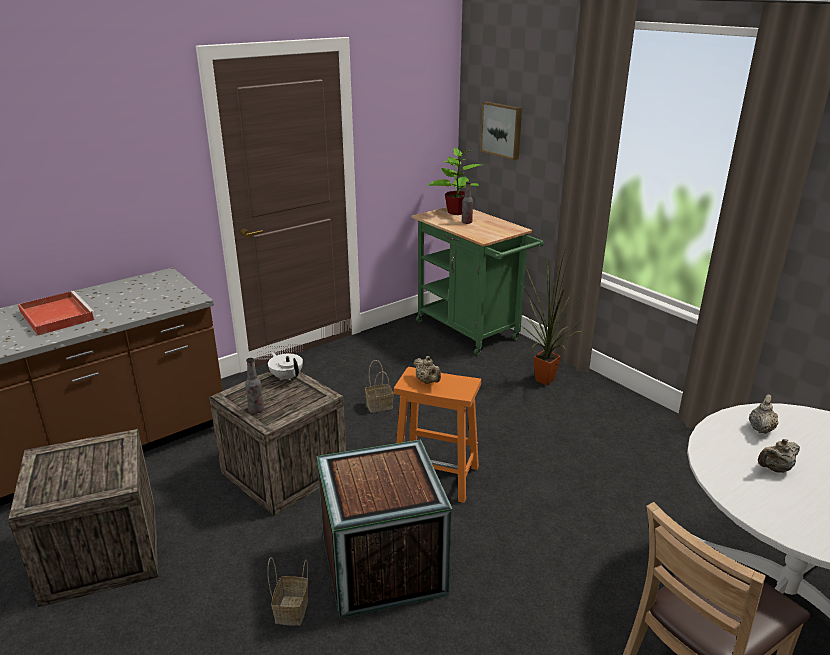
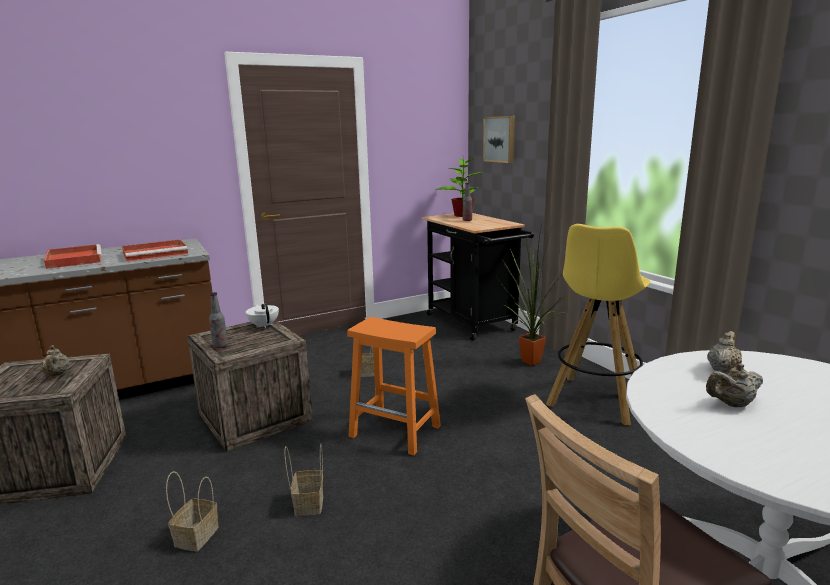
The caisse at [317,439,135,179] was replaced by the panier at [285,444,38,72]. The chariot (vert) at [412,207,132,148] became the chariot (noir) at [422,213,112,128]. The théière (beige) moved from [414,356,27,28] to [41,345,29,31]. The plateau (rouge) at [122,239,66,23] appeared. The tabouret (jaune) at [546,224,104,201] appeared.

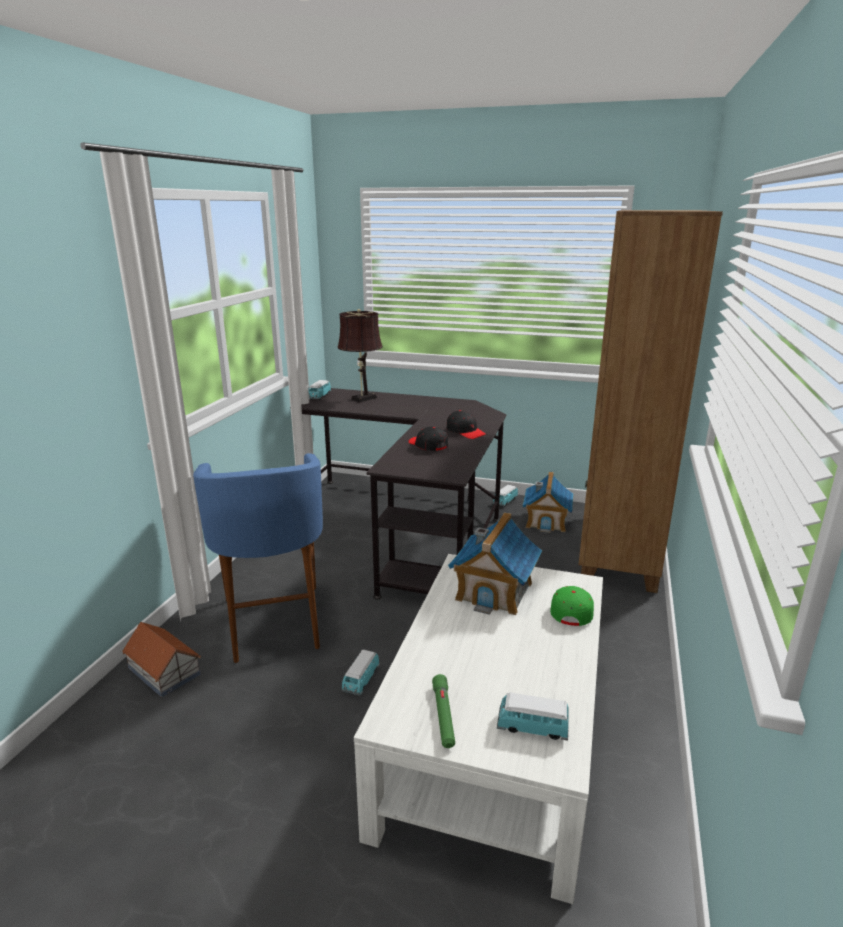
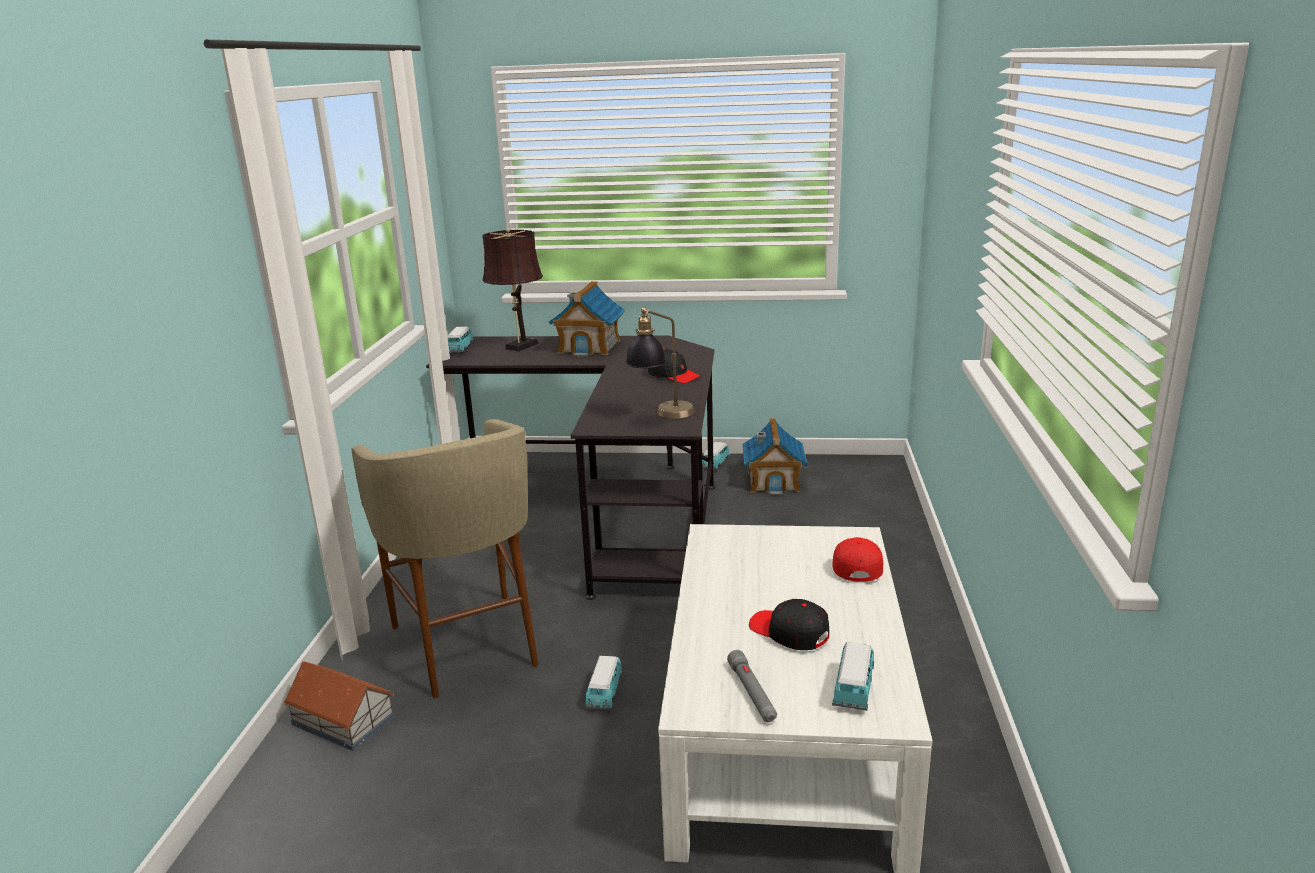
The tabouret (bleu) at [193,453,130,210] became the tabouret (beige) at [352,419,187,279]. The casquette (noir) moved from [408,426,40,25] to [749,599,80,51]. The lampe de poche (vert) at [432,674,23,74] became the lampe de poche (gris) at [727,650,50,72]. The maison miniature moved from [448,512,94,103] to [549,281,76,76]. The petite voiture at [497,692,72,49] turned 105 degrees clockwise. The casquette (vert) at [550,586,44,40] became the casquette (rouge) at [832,537,51,45]. The bibliothèque (marron) at [578,210,145,383] disappeared. The lampe de table at [626,307,69,111] appeared.

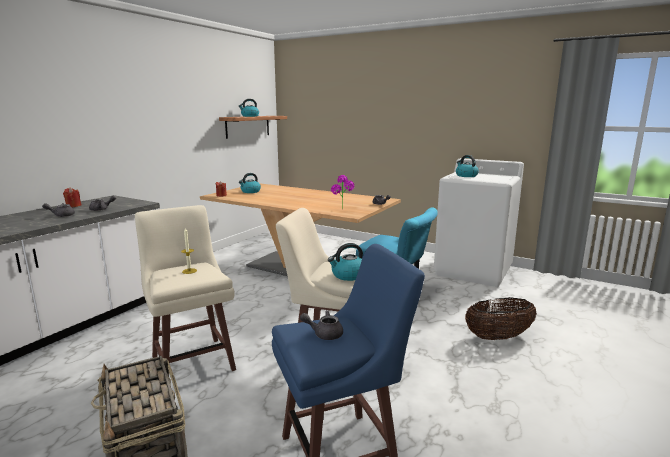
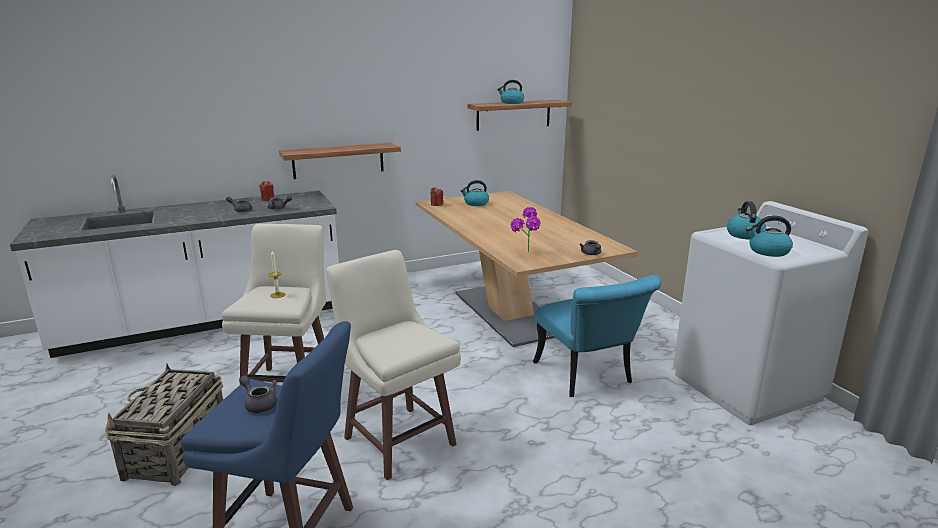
The bouilloire moved from [328,243,35,38] to [746,215,47,42]. The panier at [465,297,72,43] disappeared. The étagère at [279,143,122,36] appeared.

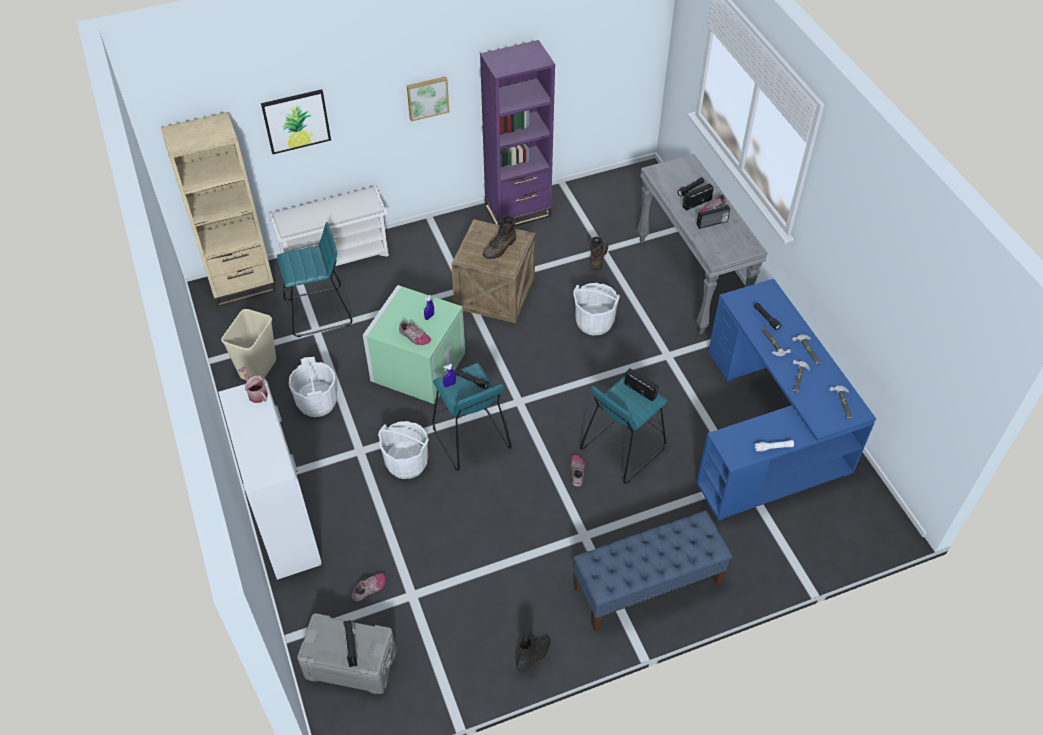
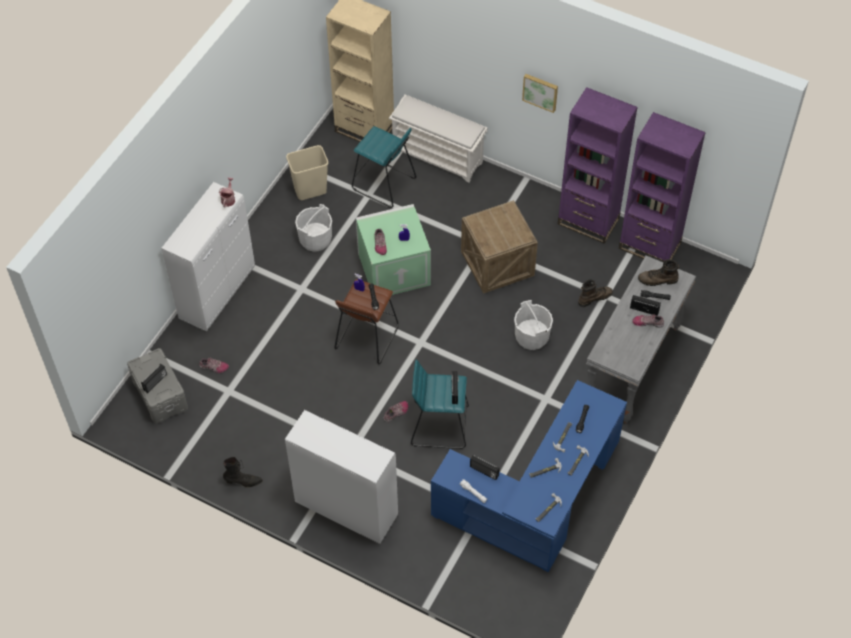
The tableau at [261,89,70,65] disappeared. The seau (blanc) at [378,421,51,58] disappeared. The tabouret (turquoise) at [432,363,80,108] became the tabouret (marron) at [334,279,64,85]. The botte (marron) moved from [483,215,33,44] to [638,259,41,27]. The banc (bleu) at [573,510,160,122] was replaced by the meuble de rangement (blanc) at [285,410,113,134]. The radio moved from [697,205,33,24] to [470,455,30,25]. The bibliothèque (violet) at [619,112,87,149] appeared.

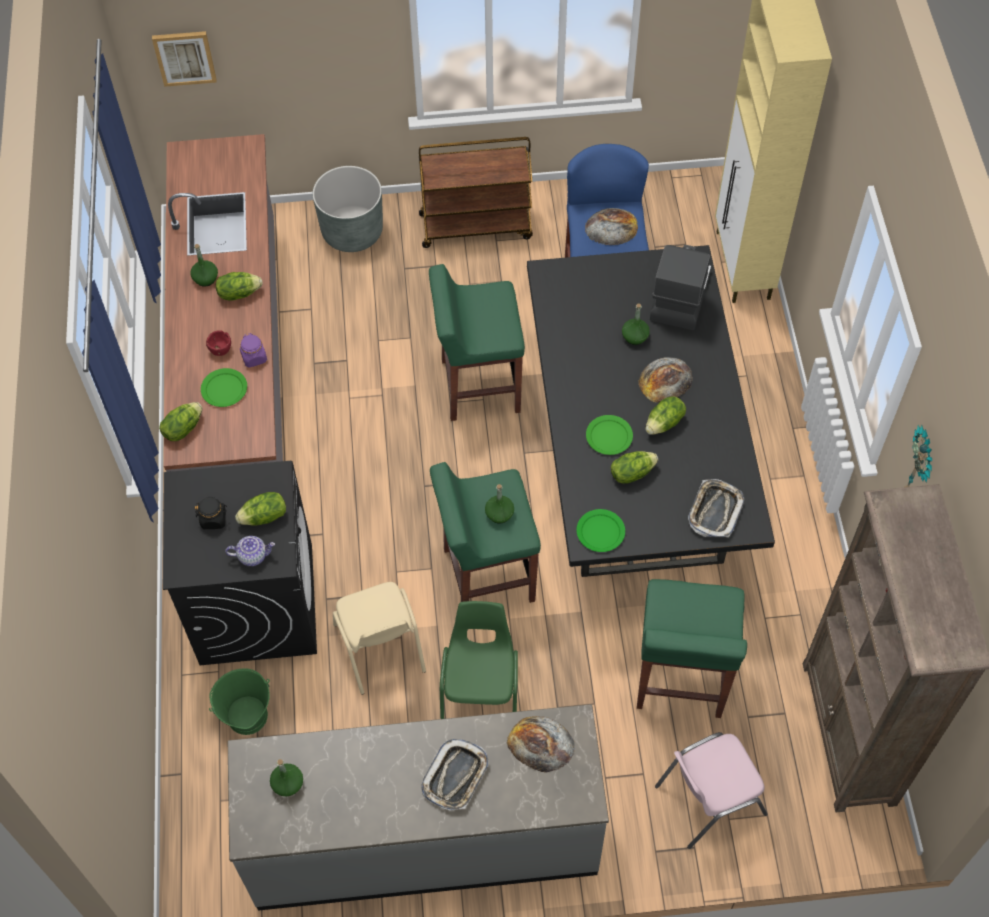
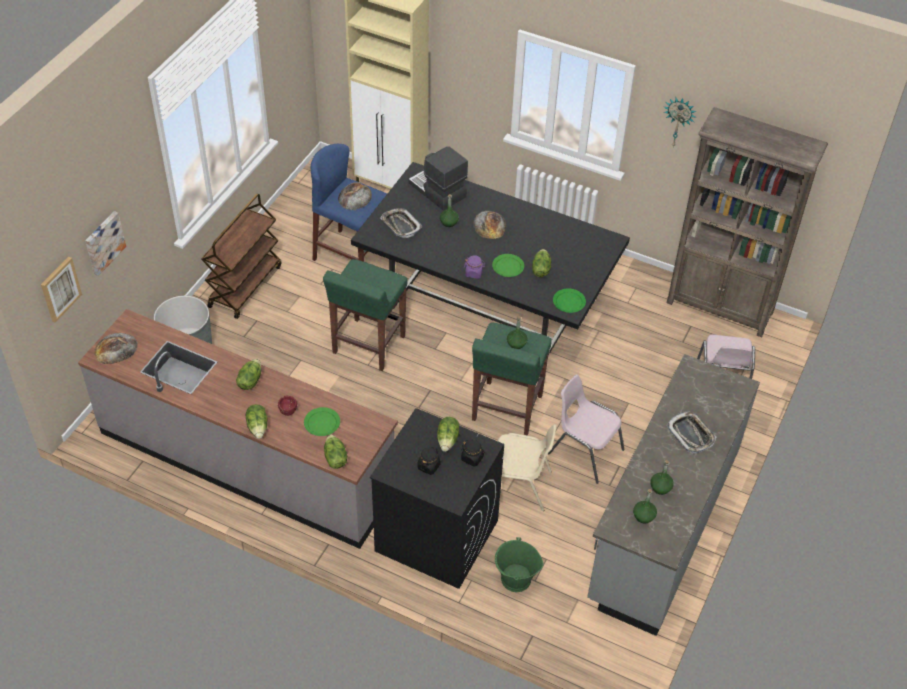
The bouteille (vert) moved from [190,244,28,42] to [650,460,24,35]. The théière at [225,536,50,30] was replaced by the bocal (noir) at [461,439,24,28]. The bocal (violet) moved from [240,333,27,35] to [464,255,21,24]. The chaise (vert) at [440,601,78,118] became the chaise (rose) at [548,374,77,110]. The pain moved from [507,716,68,57] to [95,333,43,31]. The tabouret (vert) at [637,579,110,139] disappeared. The laitue moved from [645,397,41,38] to [246,404,21,35]. The plateau moved from [688,479,56,58] to [380,208,42,30]. The tableau at [85,211,41,65] appeared.

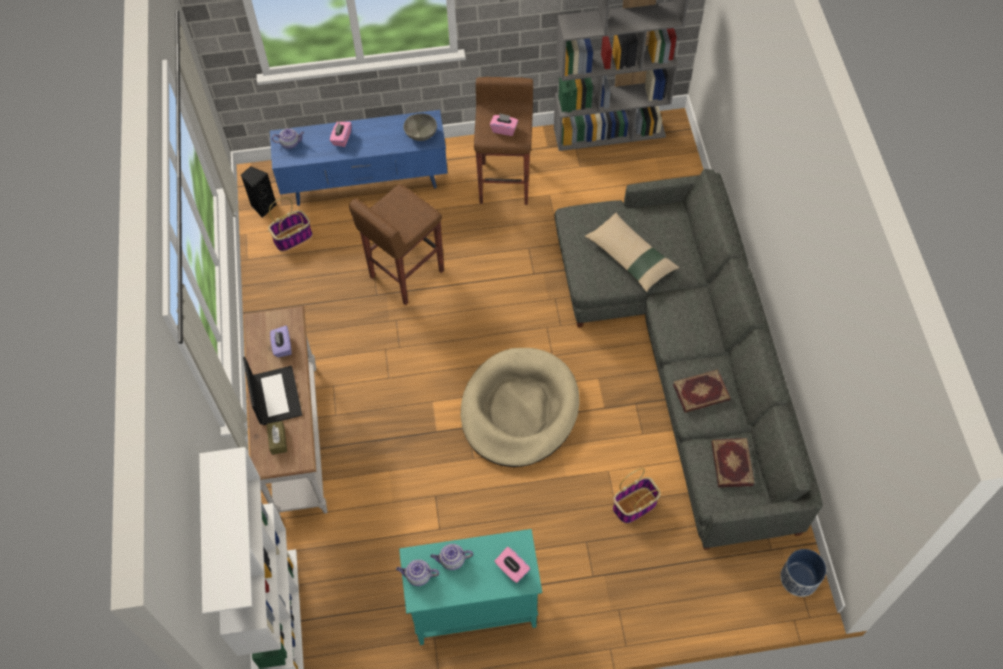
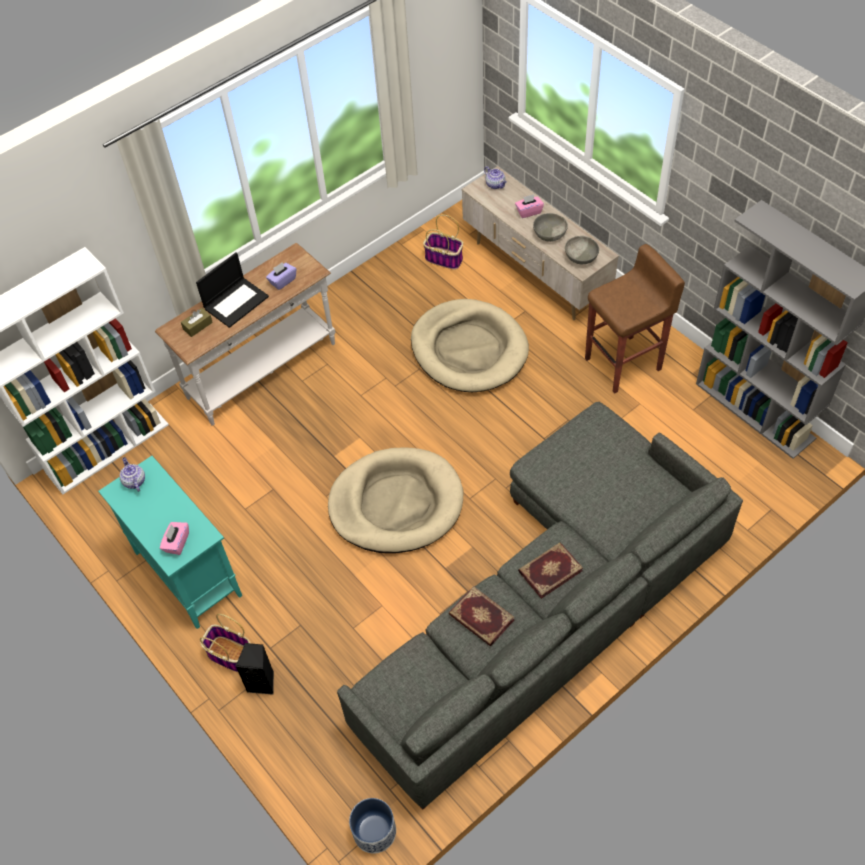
The enceinte (noir) moved from [241,166,36,52] to [235,643,39,52]. The meuble télé (bleu) at [270,110,178,96] became the meuble télé (beige) at [462,166,157,154]. The tabouret (marron) at [349,184,95,121] was replaced by the panier pour chien (beige) at [411,299,118,93]. The théière at [430,544,43,26] disappeared. The boîte à mouchoirs (rose) at [490,113,28,23] disappeared. The coussin (beige) at [585,213,95,79] disappeared. The panier moved from [613,468,48,55] to [200,614,50,58]. The livre moved from [711,438,44,50] to [518,542,65,57]. The bol (gris) at [533,213,35,29] appeared.

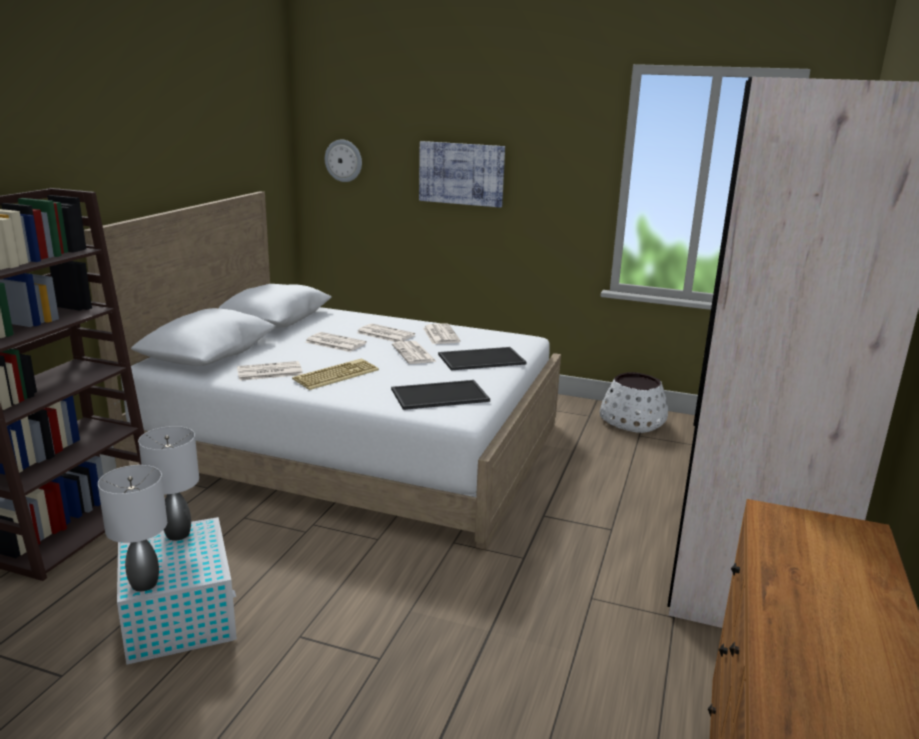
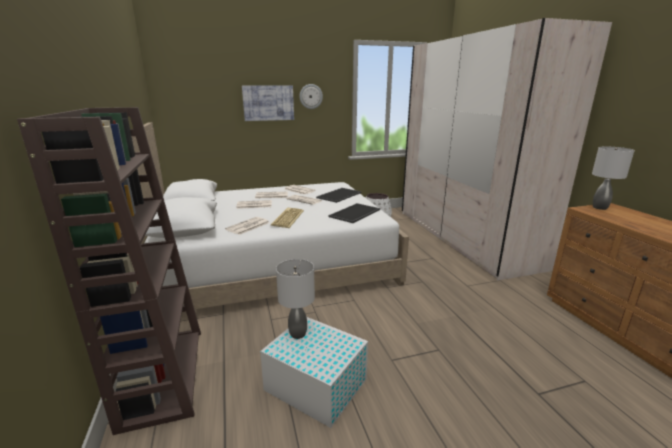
The lampe de table (gris) moved from [98,465,69,126] to [592,147,43,63]. The horloge murale moved from [325,140,37,42] to [300,84,23,25].

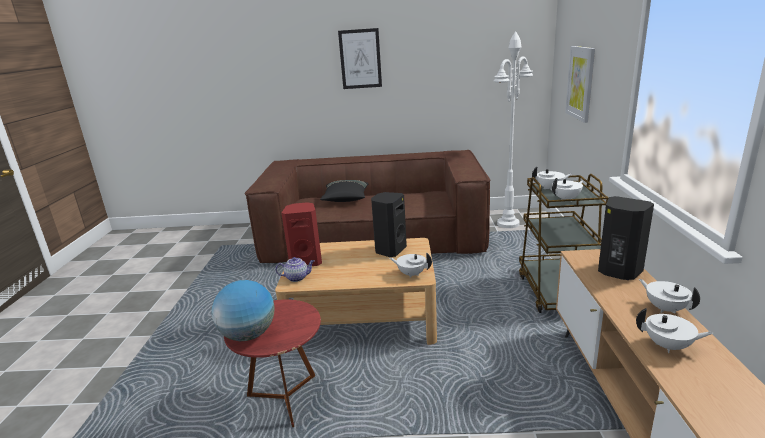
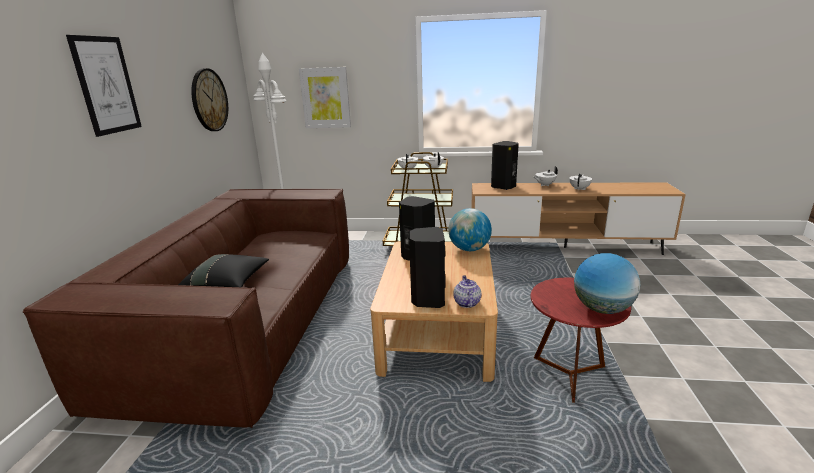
The enceinte (rouge) at [281,202,41,64] became the enceinte (noir) at [409,227,36,81]. The théière (blanc) at [390,253,42,25] was replaced by the globe at [448,208,44,43]. The horloge murale at [191,68,37,63] appeared.

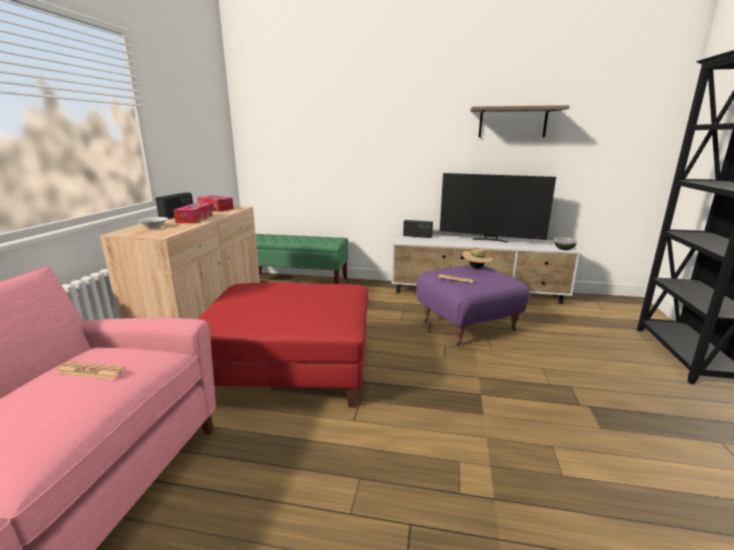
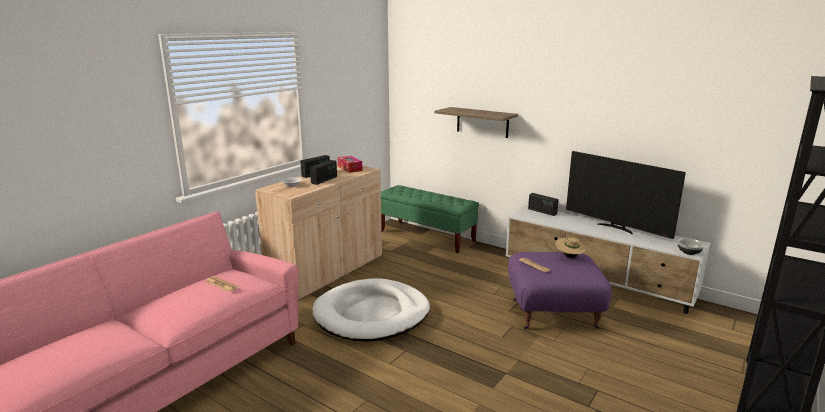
The boîte à mouchoirs at [173,203,40,21] was replaced by the radio at [310,160,27,25]. The pouf (rouge) at [198,282,170,126] was replaced by the panier pour chien (blanc) at [313,278,117,64]. The étagère moved from [470,105,100,32] to [434,107,84,31].

